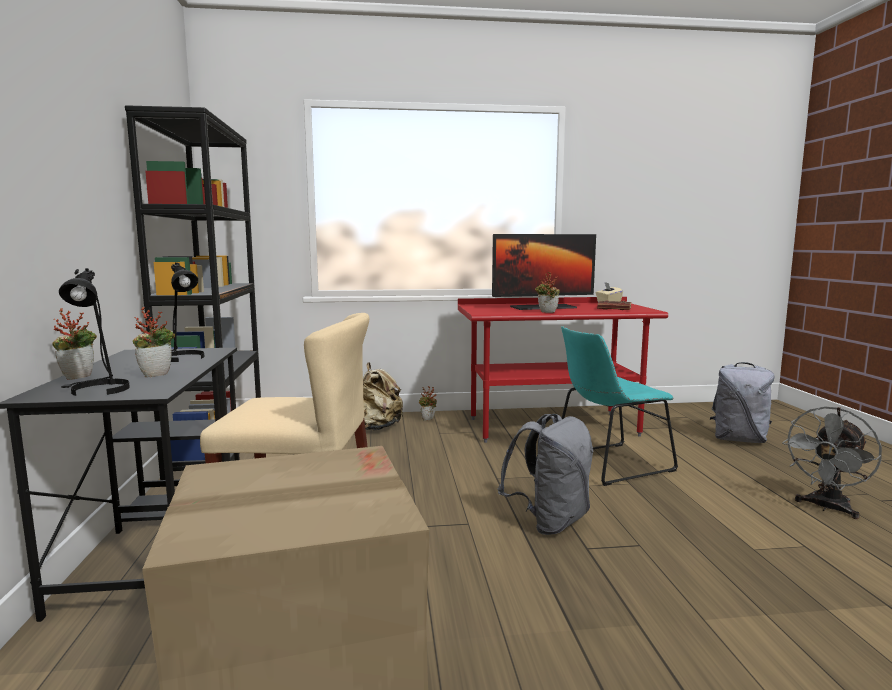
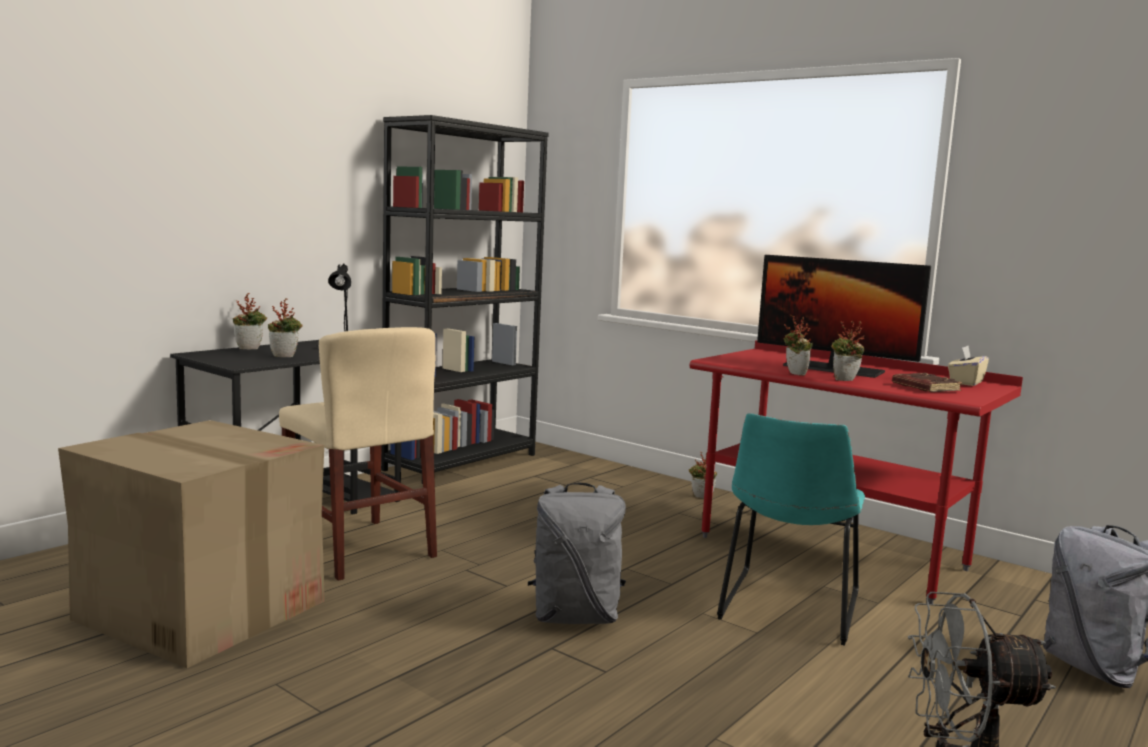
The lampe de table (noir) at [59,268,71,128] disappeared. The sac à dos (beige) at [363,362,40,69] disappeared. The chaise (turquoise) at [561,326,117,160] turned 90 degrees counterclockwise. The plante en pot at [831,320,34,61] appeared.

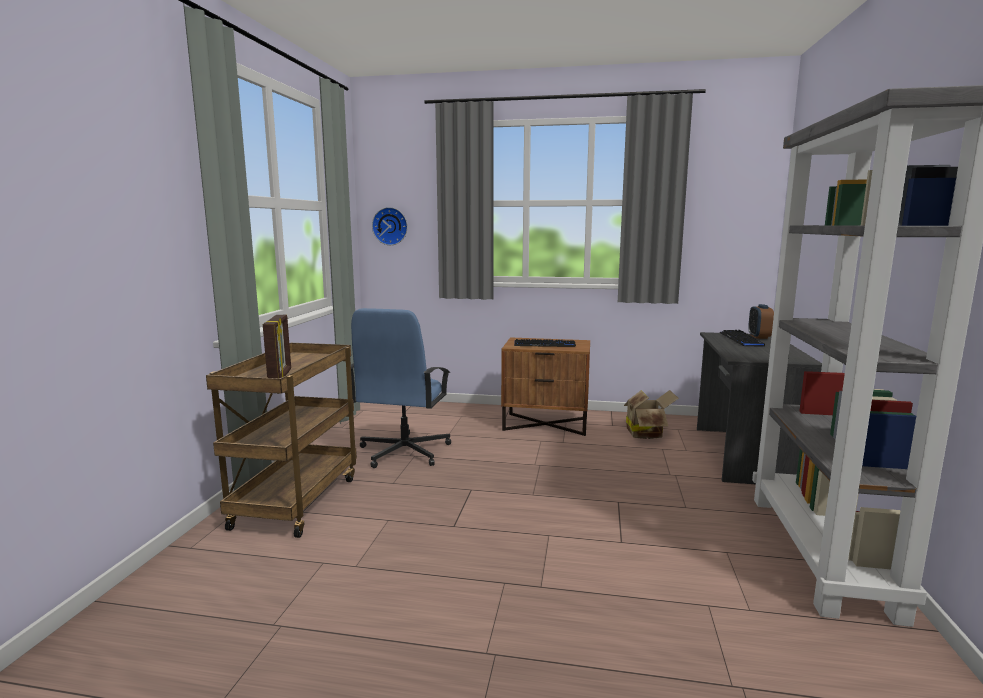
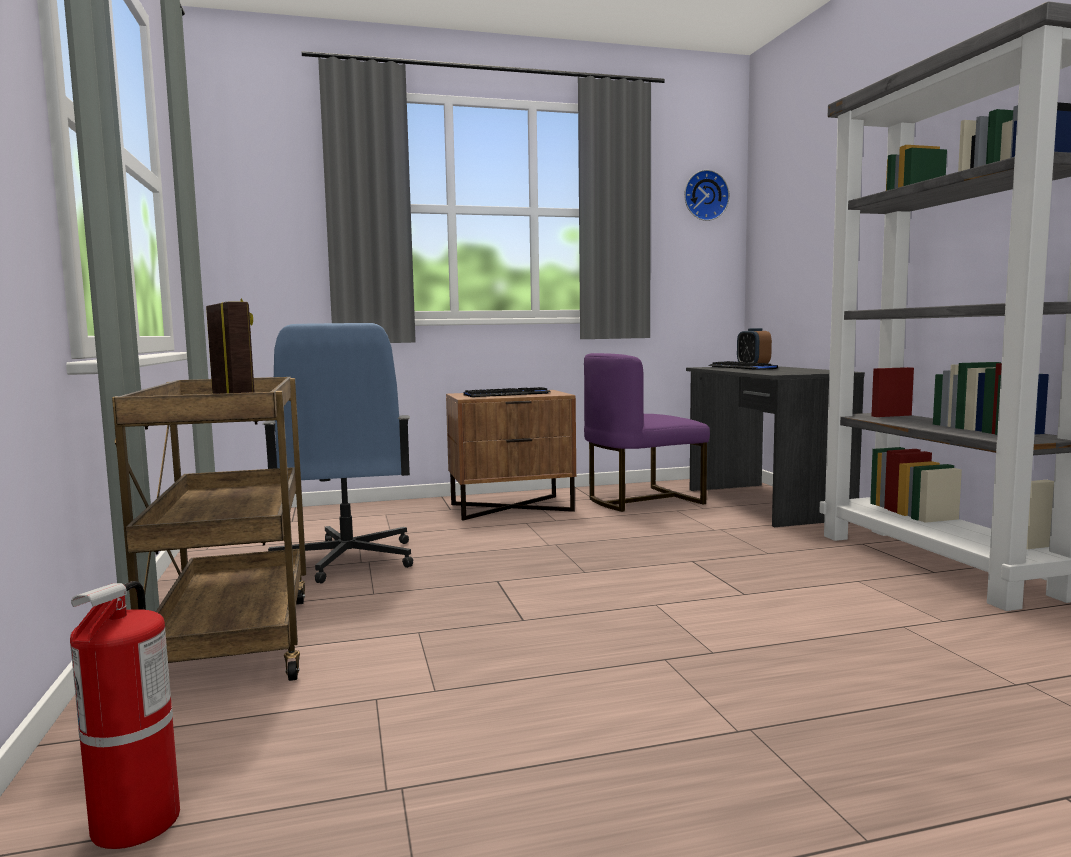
The horloge murale moved from [372,207,36,38] to [684,170,46,51]. The carton at [624,390,55,49] was replaced by the chaise (violet) at [584,353,126,159]. The extincteur at [70,581,110,268] appeared.

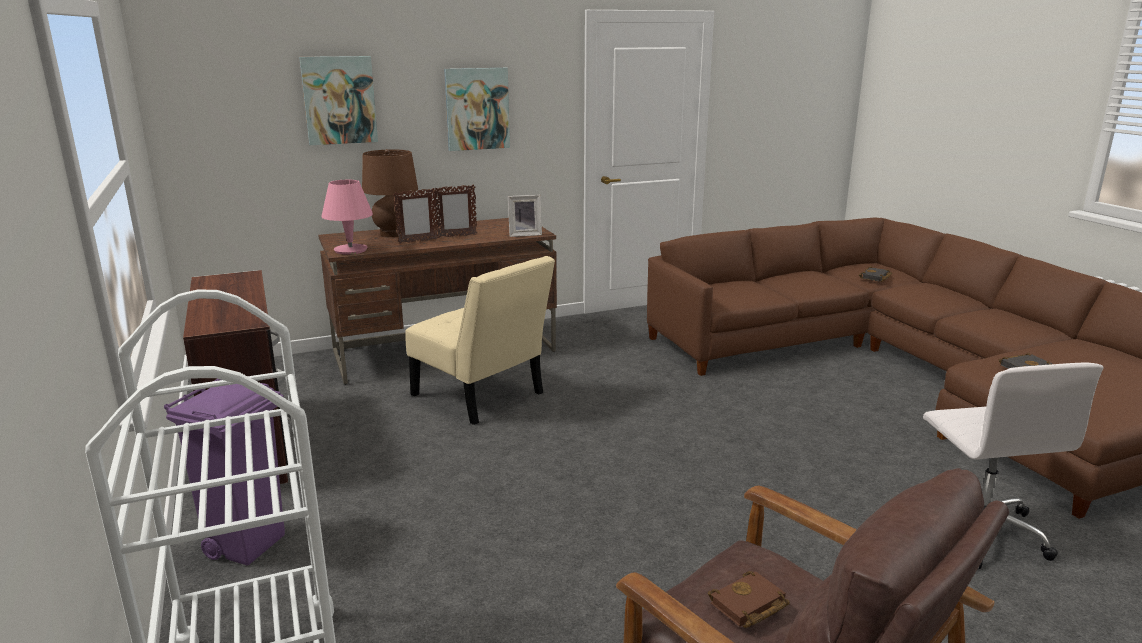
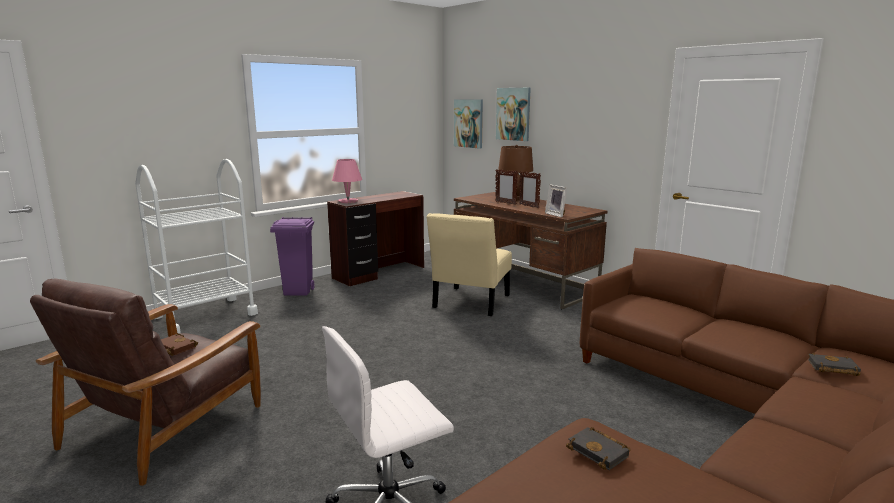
The lampe de table (rose) moved from [321,180,52,75] to [332,159,30,44]. The tableau moved from [444,68,66,83] to [454,99,29,50].

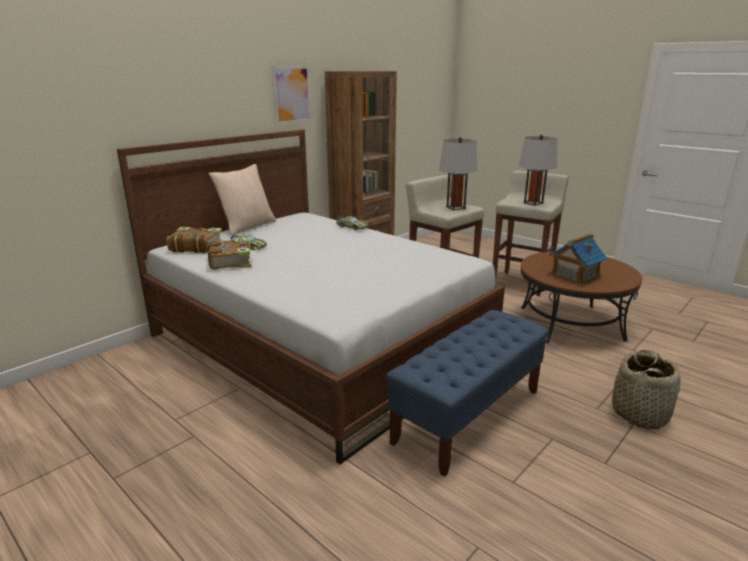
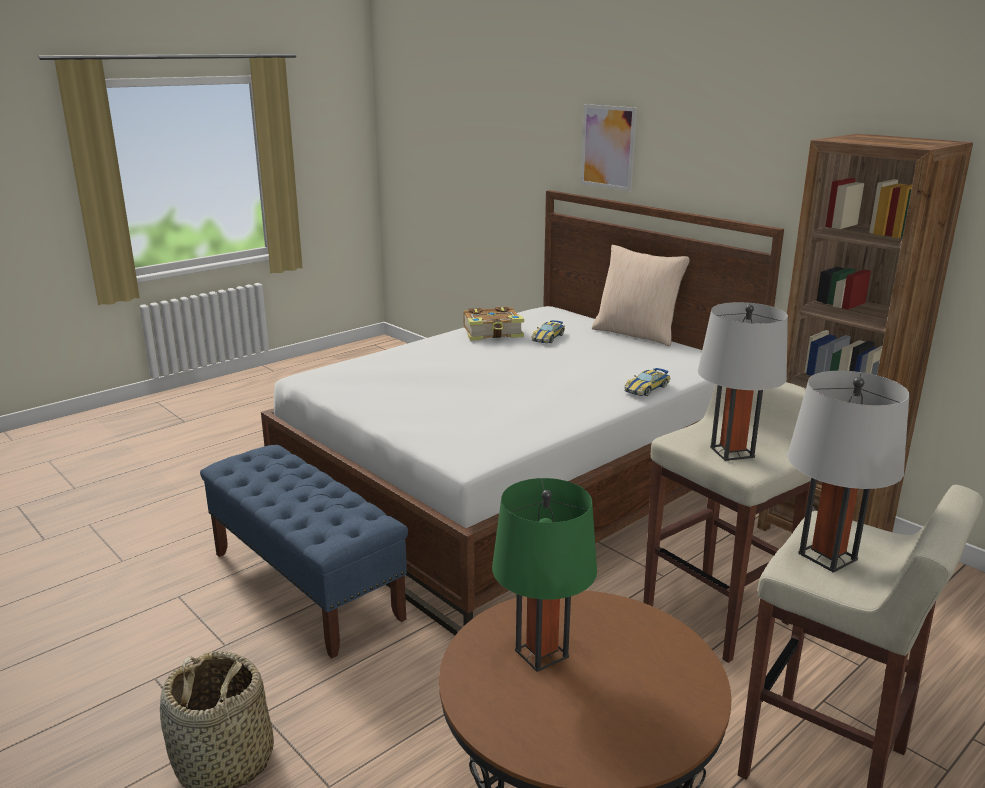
The livre at [167,227,56,26] disappeared. The tableau moved from [272,66,39,58] to [581,104,56,87]. The maison miniature at [549,234,58,51] was replaced by the lampe de table (vert) at [492,478,105,194].

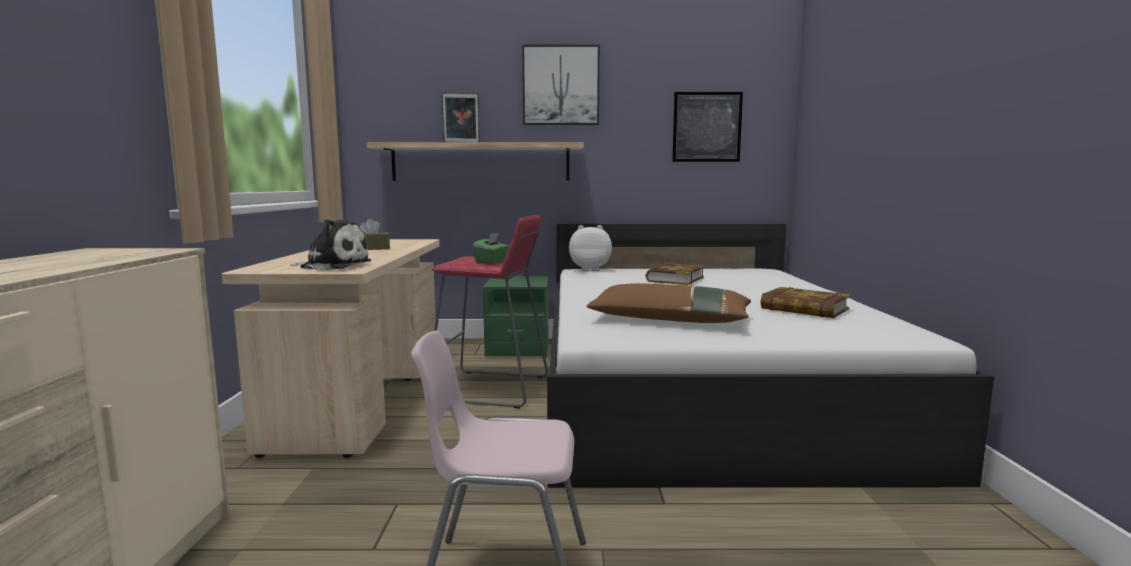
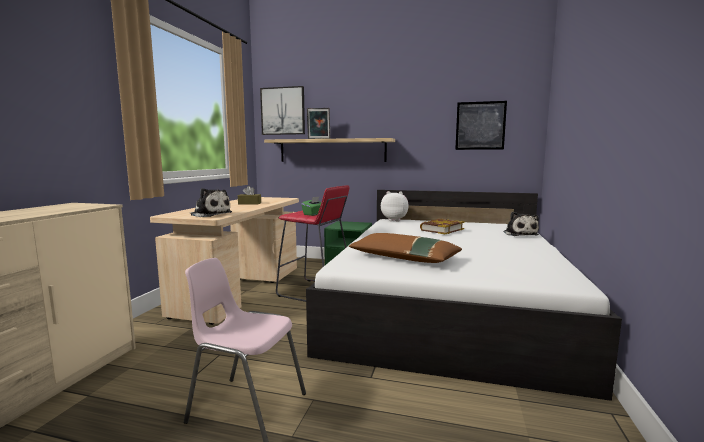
The tableau moved from [522,45,78,80] to [260,86,45,49]. The livre at [761,287,90,31] disappeared. The peluche at [504,212,35,24] appeared.

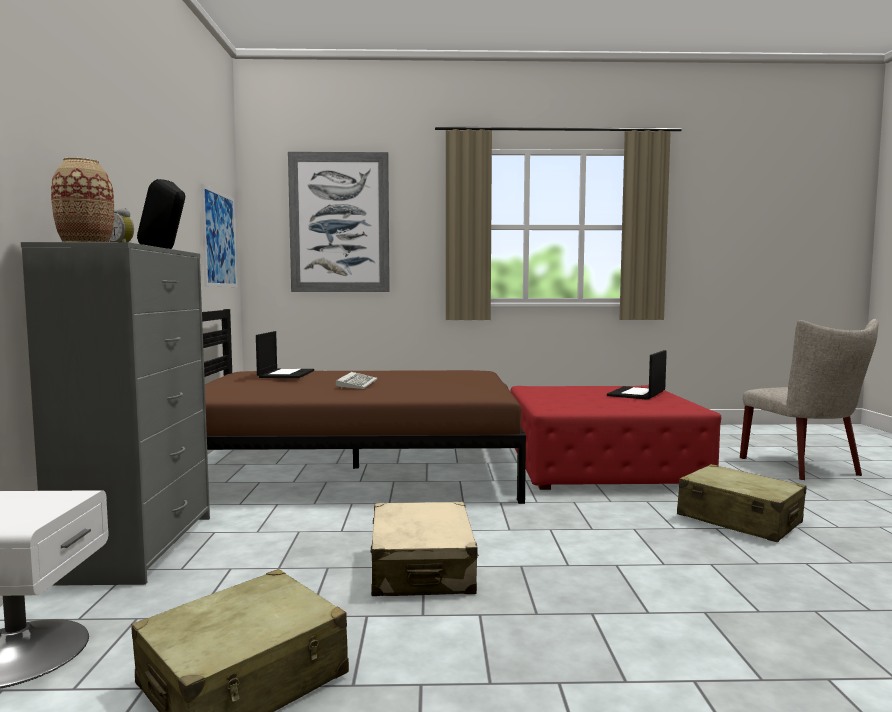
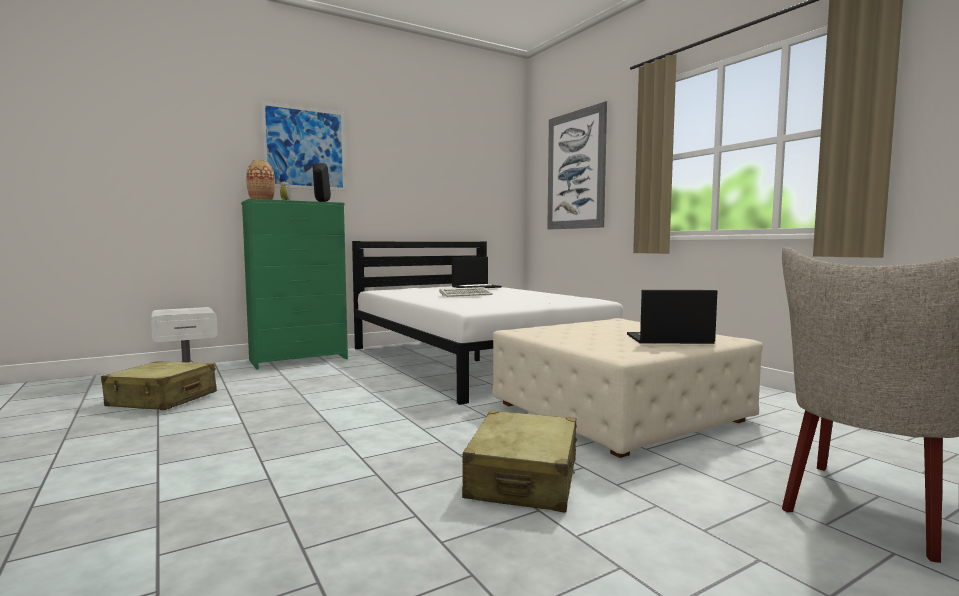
The commode (gris) at [21,242,189,344] became the commode (vert) at [241,199,107,171]. The tableau moved from [201,184,36,103] to [261,102,85,89]. The lit (marron) at [202,309,324,195] became the lit (blanc) at [352,241,271,164]. The valise (beige) at [371,502,108,94] disappeared. The pouf (rouge) at [510,385,211,105] became the pouf (beige) at [492,318,271,140].

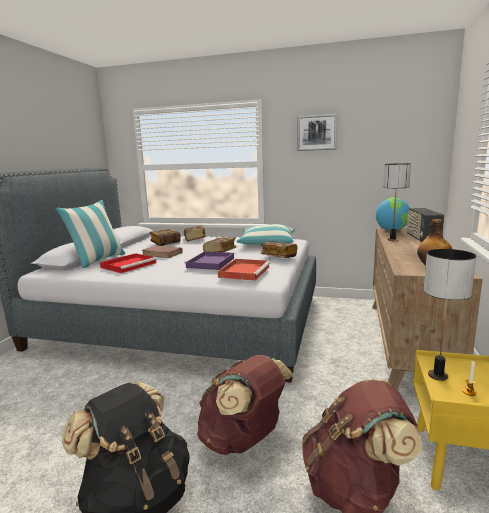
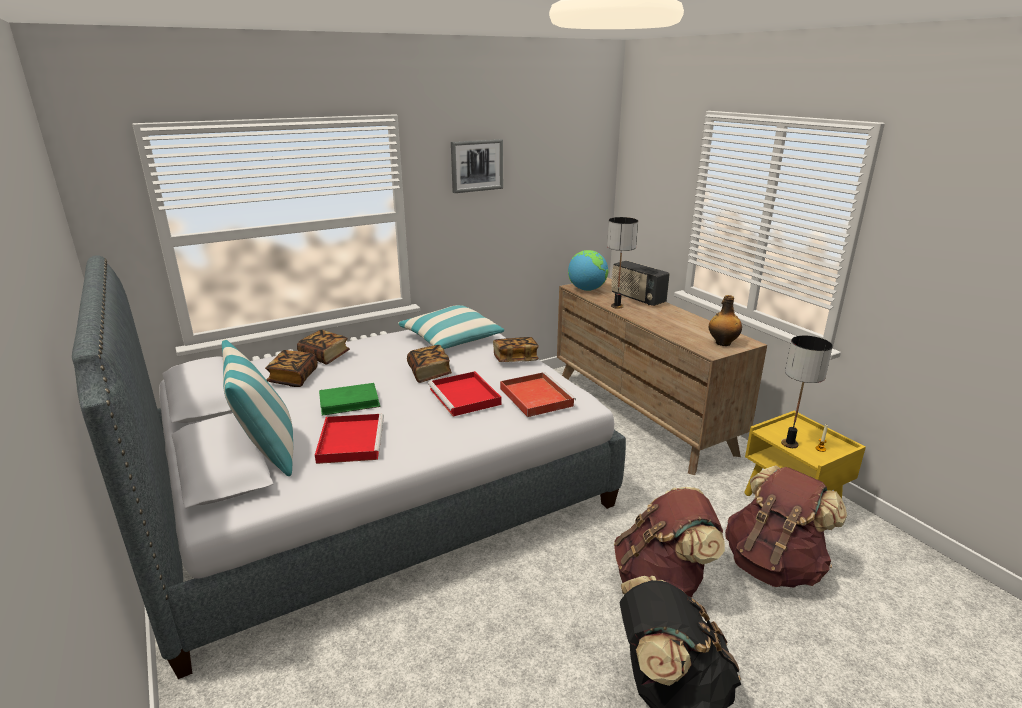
The livre (marron) at [141,245,42,13] became the livre (vert) at [319,383,62,33]. The plateau (violet) at [184,251,50,19] became the plateau (rouge) at [428,371,73,45].

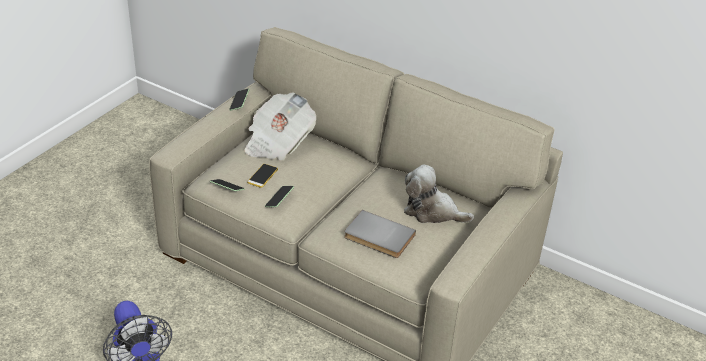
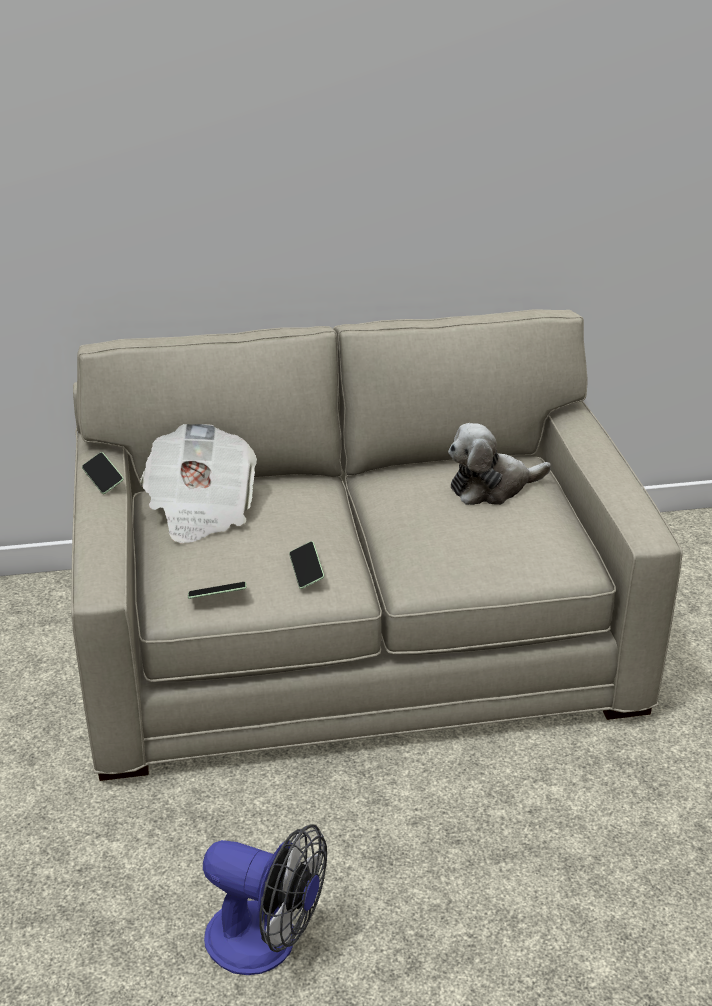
The téléphone at [247,164,31,24] disappeared. The livre (gris) at [344,210,72,48] disappeared.

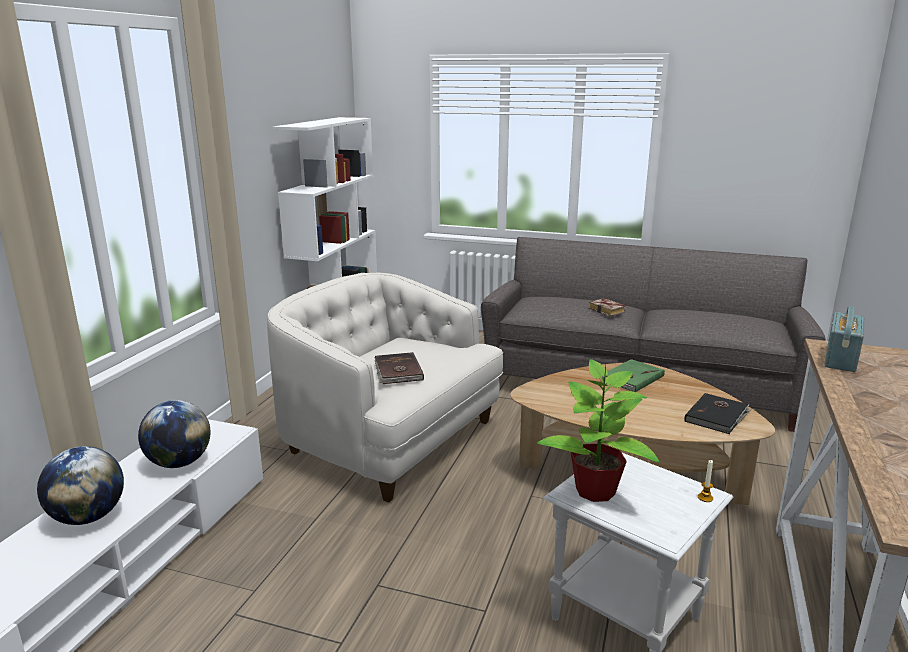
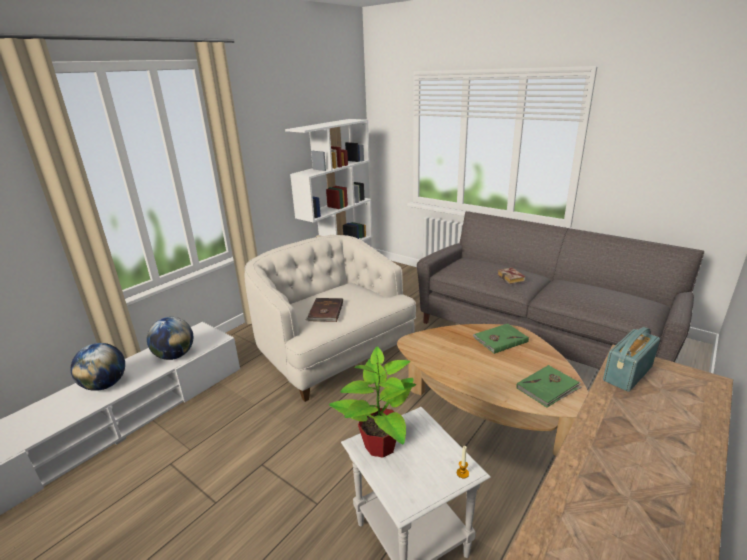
The livre (noir) at [684,393,67,41] became the livre (vert) at [516,365,66,43].

